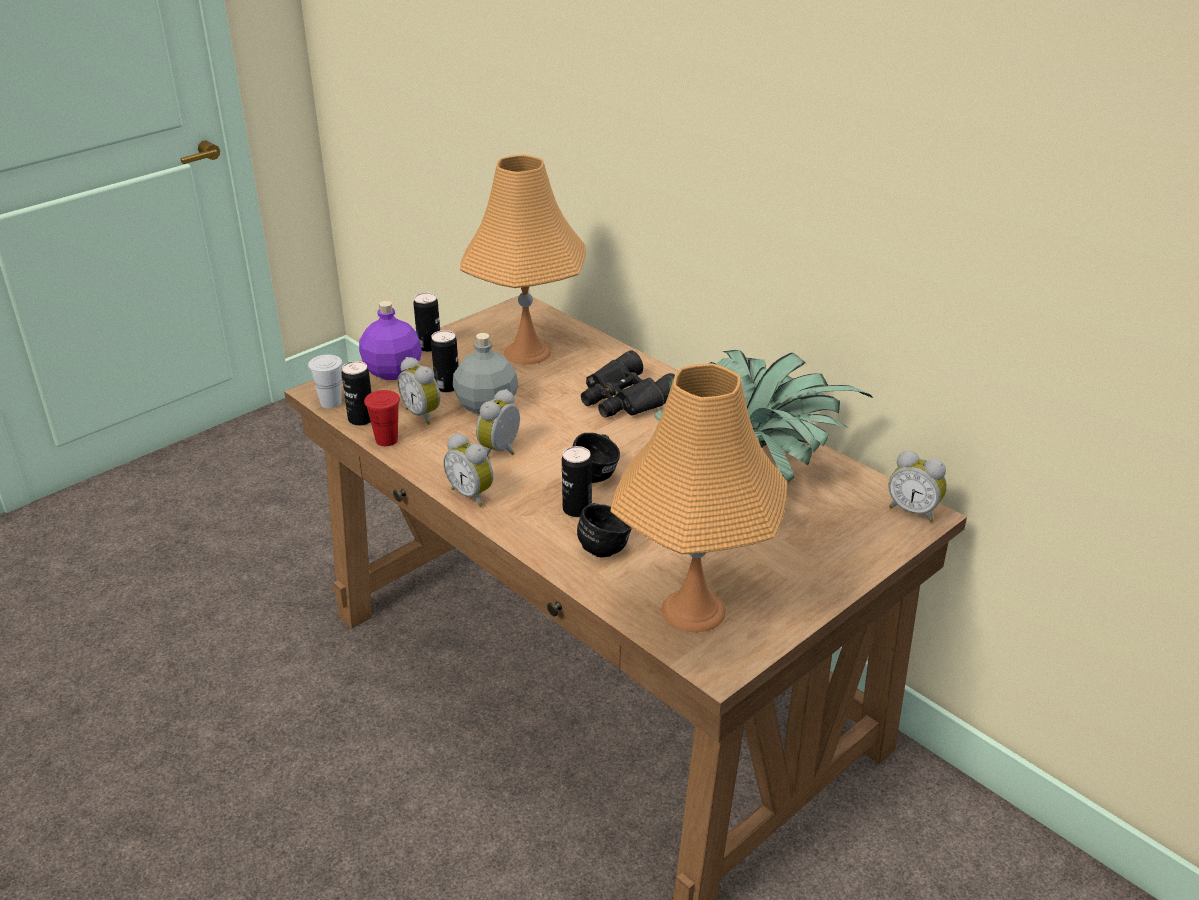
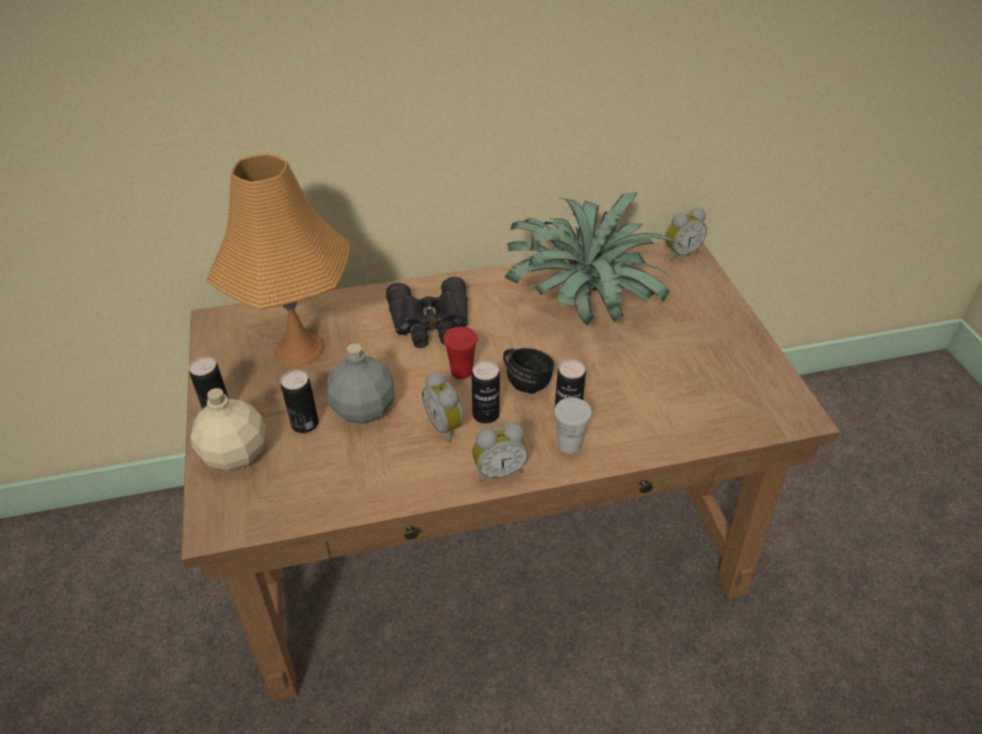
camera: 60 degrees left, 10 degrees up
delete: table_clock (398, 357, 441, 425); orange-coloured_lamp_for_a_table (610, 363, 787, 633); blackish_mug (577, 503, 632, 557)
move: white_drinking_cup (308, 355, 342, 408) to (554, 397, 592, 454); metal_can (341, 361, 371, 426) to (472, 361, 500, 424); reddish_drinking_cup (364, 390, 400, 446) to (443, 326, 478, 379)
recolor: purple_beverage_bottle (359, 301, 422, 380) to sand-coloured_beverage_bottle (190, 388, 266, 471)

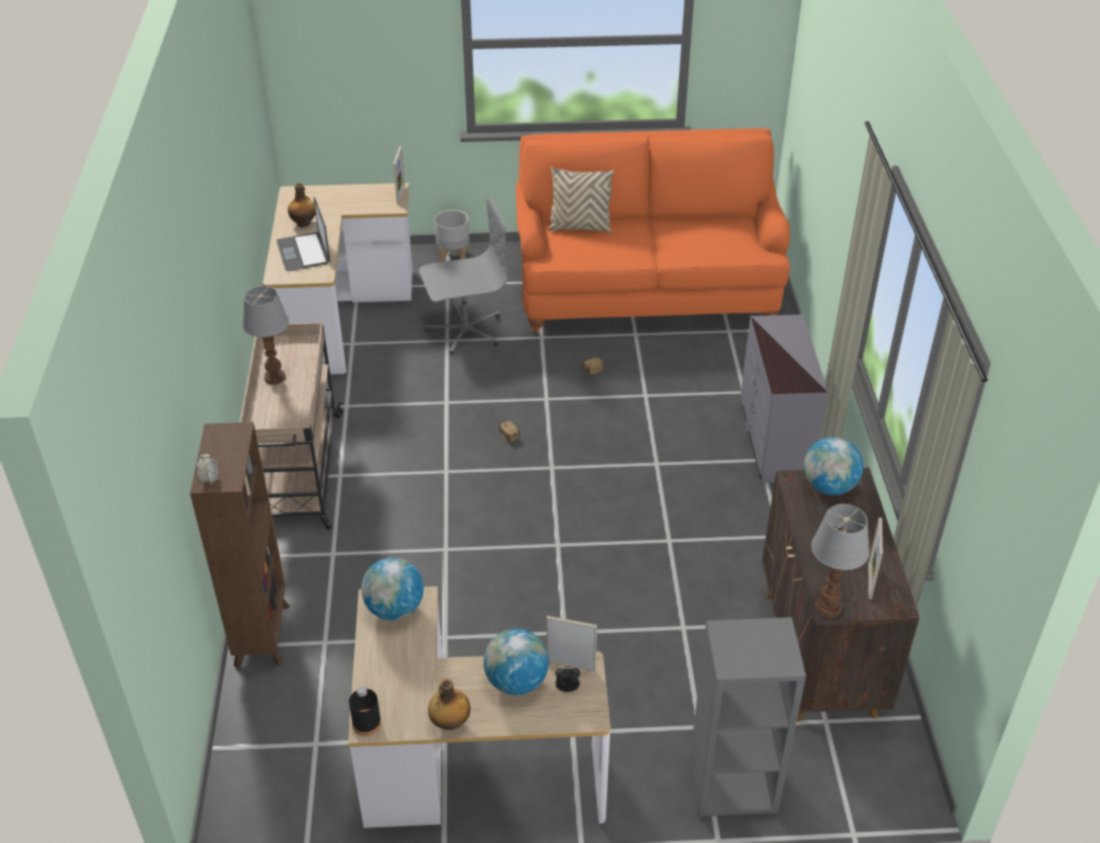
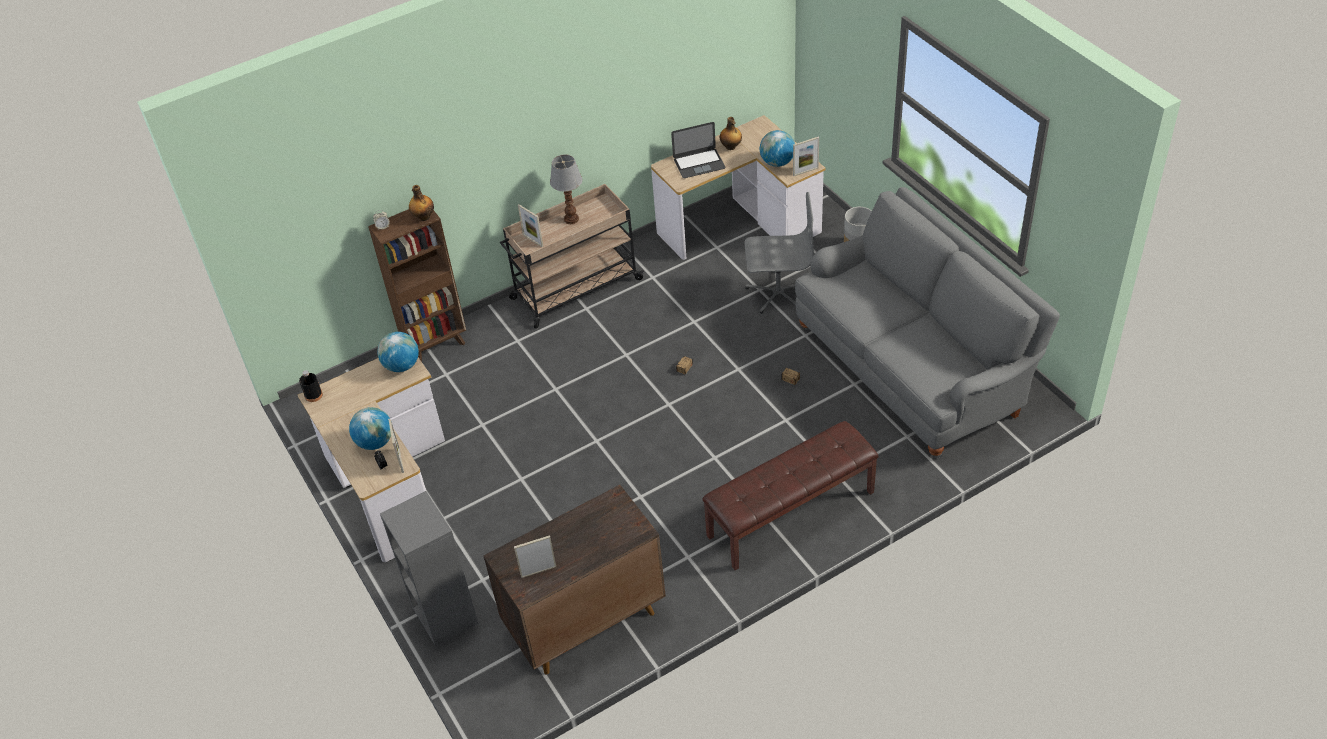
camera: 65 degrees right, 5 degrees up
delete: sand-coloured_pillow (548, 167, 614, 232); lamp_for_a_table (811, 504, 870, 617)
insert: photo_frame (518, 204, 543, 247)
move: world_globe (804, 437, 863, 495) to (760, 130, 795, 167); beverage_bottle (428, 679, 471, 730) to (409, 185, 434, 221)
replace: grey_drawer_chest (741, 314, 828, 483) to brown-coloured_bench (702, 421, 879, 570)
recolor: orange-coloured_couch (516, 128, 790, 332) to grey_couch (795, 187, 1060, 458)
rotate: notebook_computer (277, 197, 330, 271) = (671, 122, 726, 178) 150 degrees counterclockwise; grey_computer_chair (419, 198, 509, 355) = (744, 192, 814, 314) 45 degrees counterclockwise

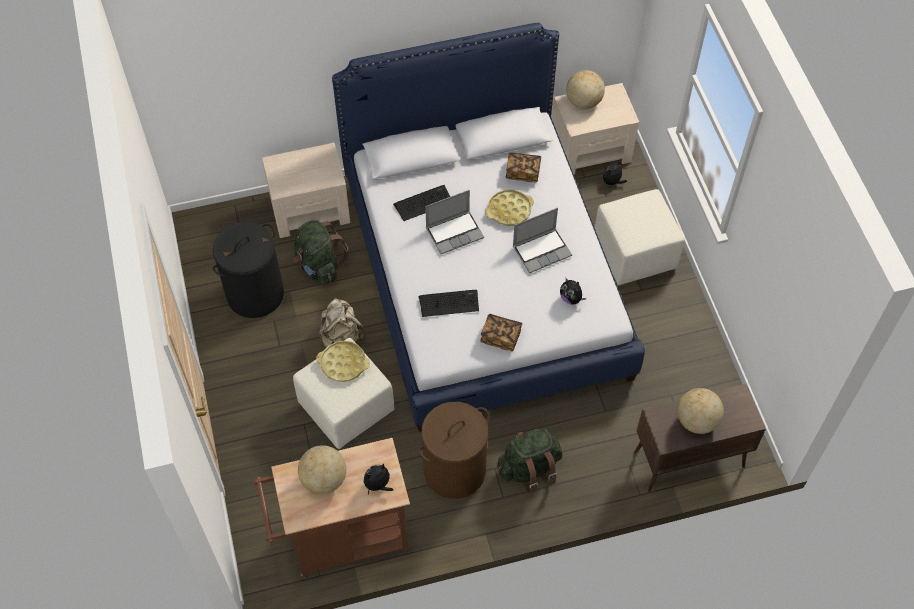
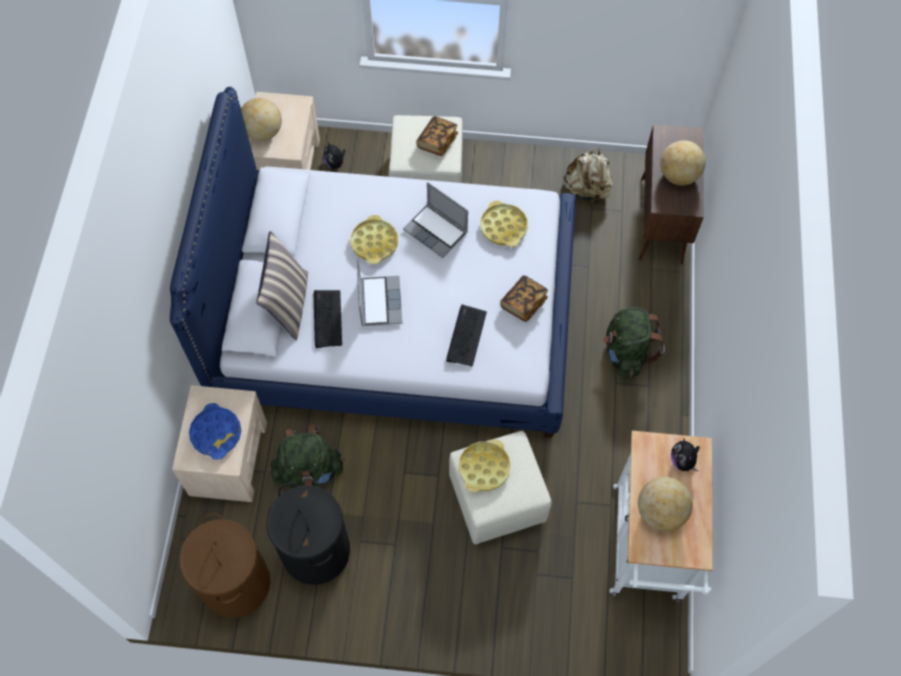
camera: 70 degrees left, 5 degrees up
insert: pillow (256, 231, 308, 340); bluish_tray (189, 403, 241, 460)
move: book (506, 152, 541, 182) to (416, 116, 458, 156); sand-coloured_knapsack (319, 298, 365, 347) to (564, 148, 613, 203); brown-coloured_laundry_basket (420, 402, 490, 499) to (179, 513, 271, 618)
replace: soft_toy (560, 278, 586, 304) to yellow_tray (480, 201, 528, 247)
recolor: brown-coloured_wheeled_cart (254, 438, 410, 578) to white_wheeled_cart (609, 431, 713, 603)
rotate: notebook_computer (513, 208, 572, 273) = (403, 182, 468, 258) 135 degrees clockwise

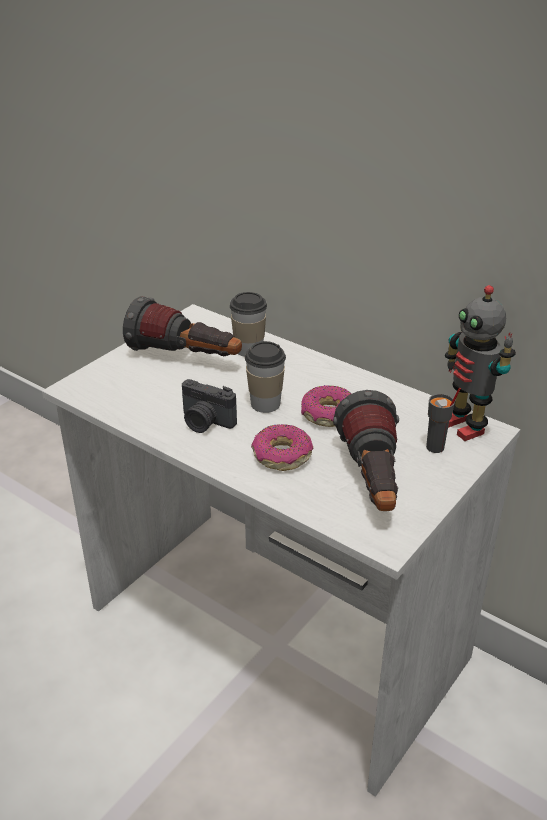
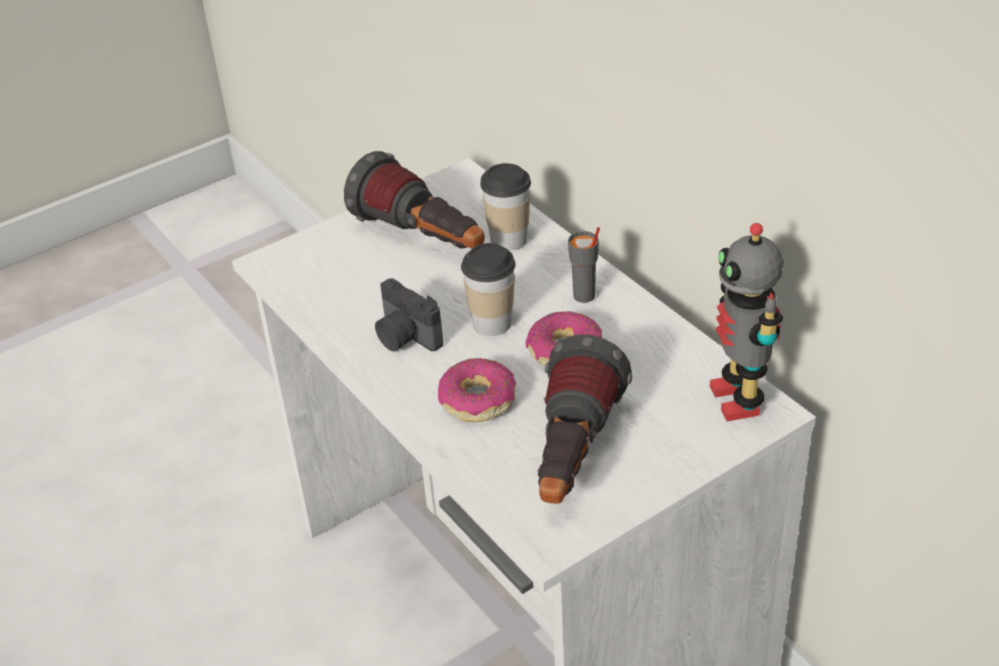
camera: 20 degrees right, 5 degrees up
move: grey_drinking_cup (426, 388, 461, 453) to (568, 227, 600, 303)

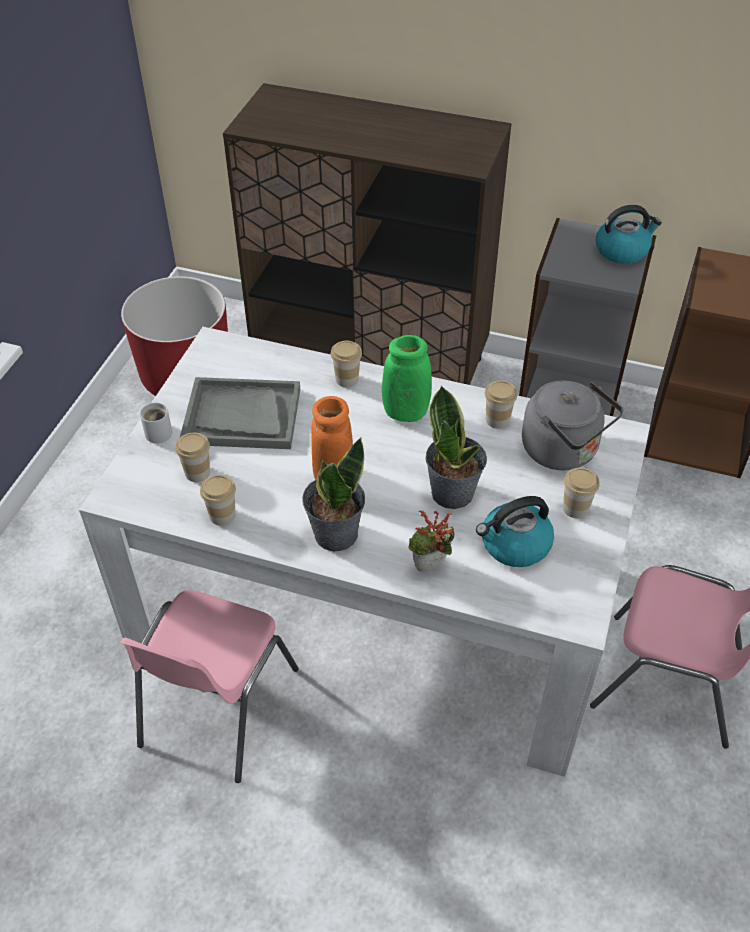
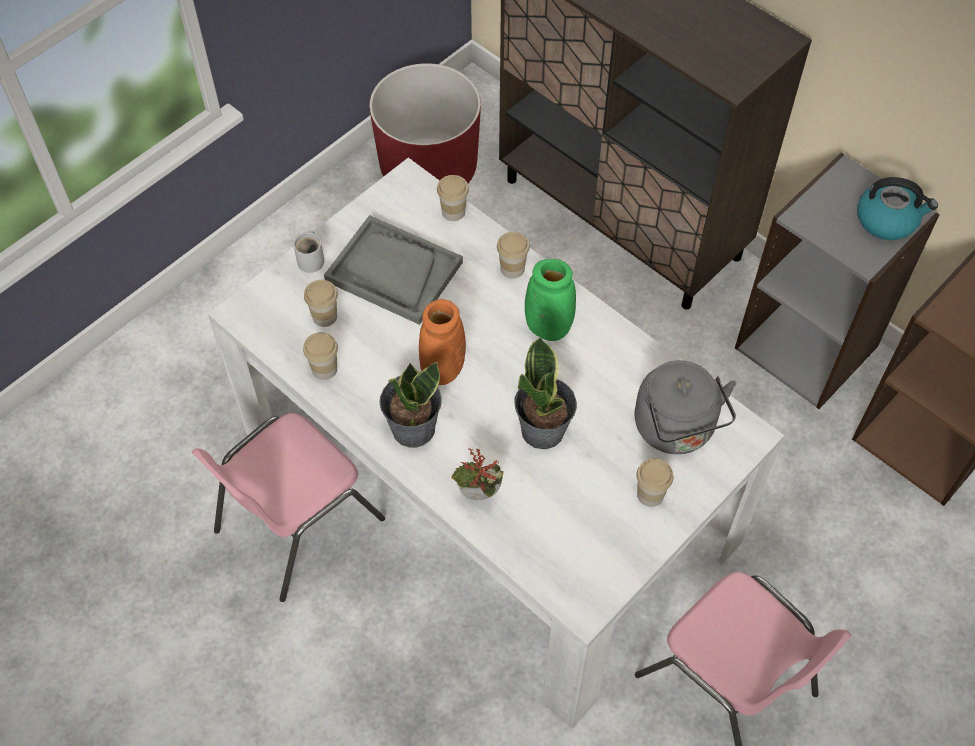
camera: 25 degrees right, 10 degrees up
delete: tea_kettle (476, 496, 554, 567)
move: drinking_cup (485, 381, 517, 429) to (437, 175, 469, 221)

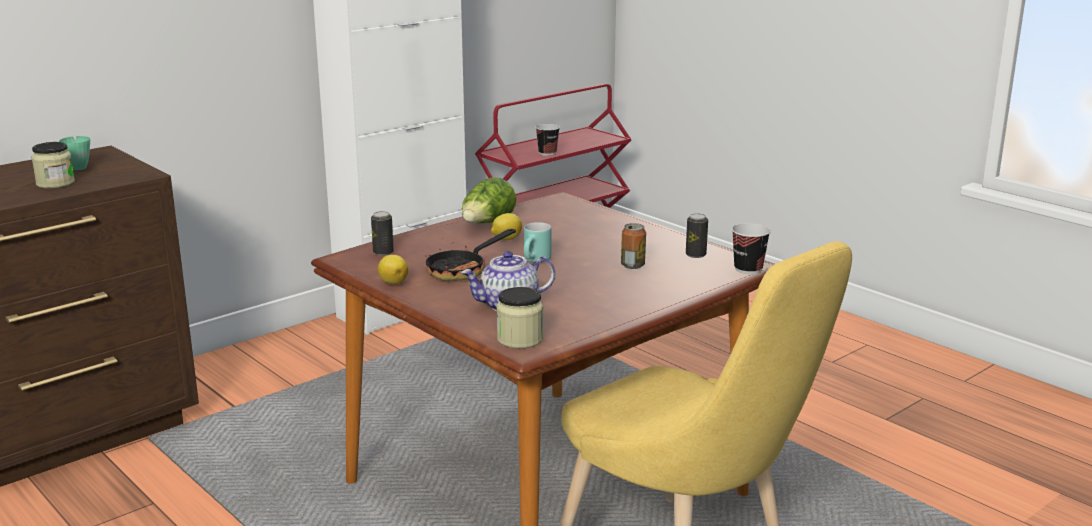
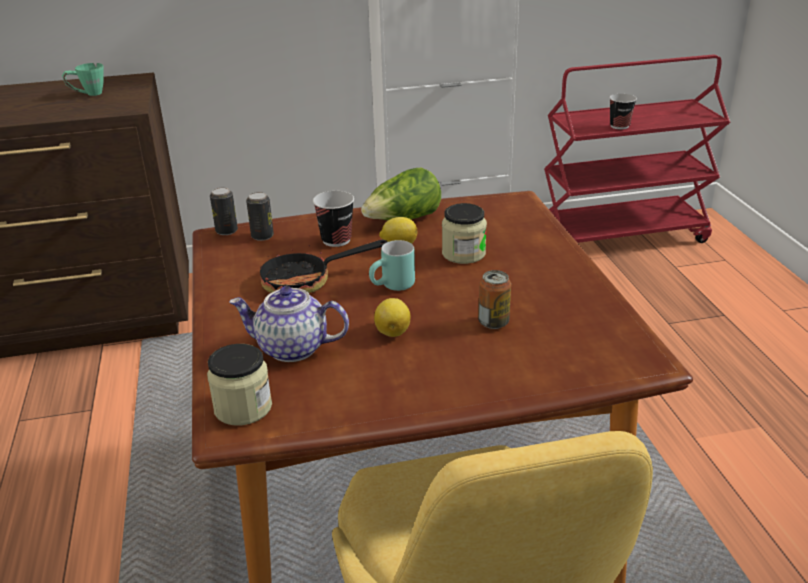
camera: 30 degrees right, 10 degrees up
move: storage_jar (31, 142, 75, 188) to (442, 203, 487, 264); metal_can (686, 213, 708, 258) to (210, 187, 238, 235); drinking_cup (732, 223, 771, 274) to (313, 191, 354, 247); lemon (378, 255, 408, 284) to (374, 298, 411, 337)

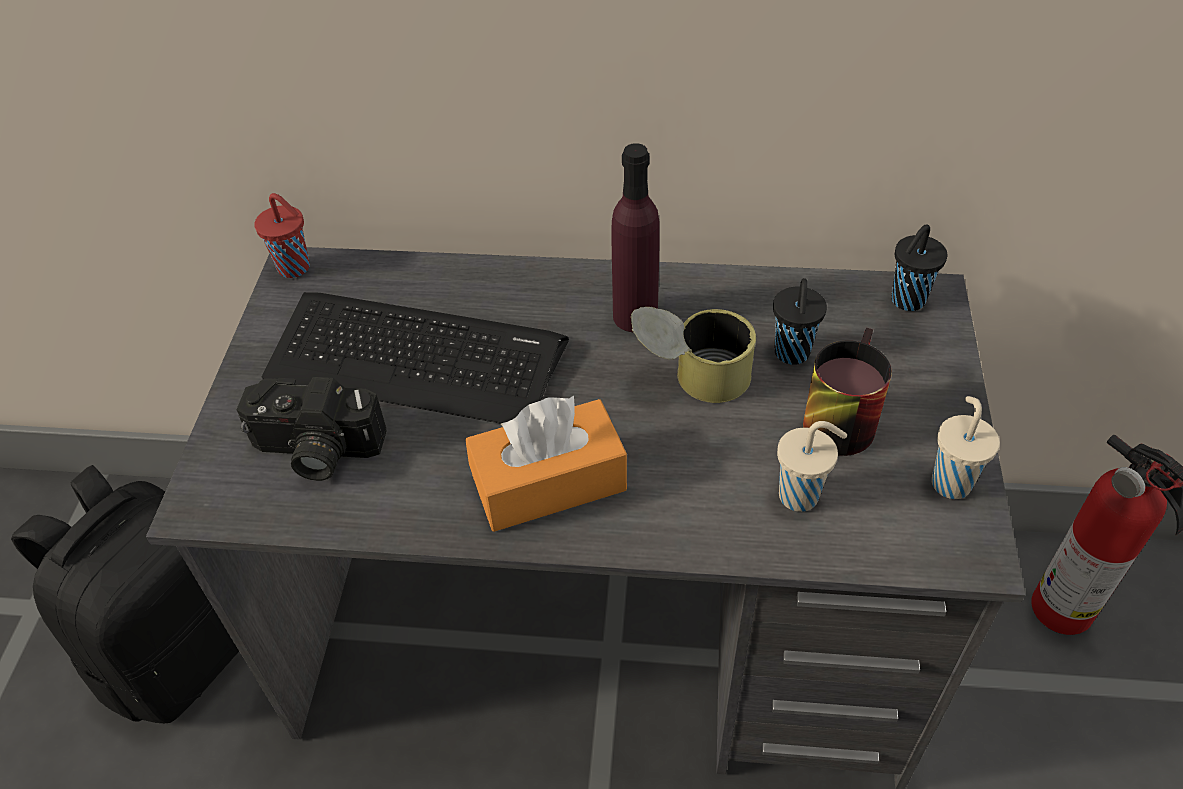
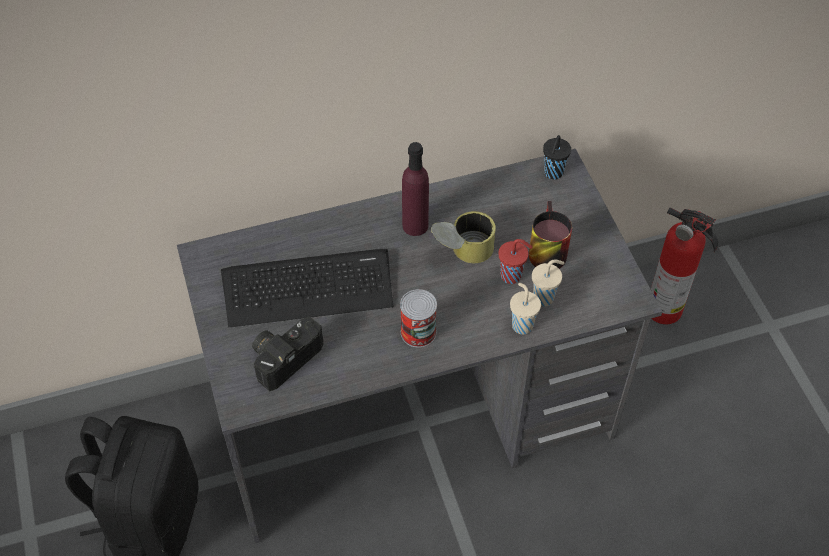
camera: 25 degrees left, 5 degrees up
delete: blackish_drinking_cup (773, 278, 827, 365)
move: reddish_drinking_cup (254, 193, 310, 278) to (498, 239, 533, 284); sand-coloured_drinking_cup (931, 396, 1000, 499) to (510, 283, 541, 334)
replace: orange-coloured_tissue_holder (465, 396, 627, 532) to metal_can (400, 289, 437, 348)
rotate: still_camera (237, 377, 387, 481) = (252, 316, 323, 391) 150 degrees clockwise

